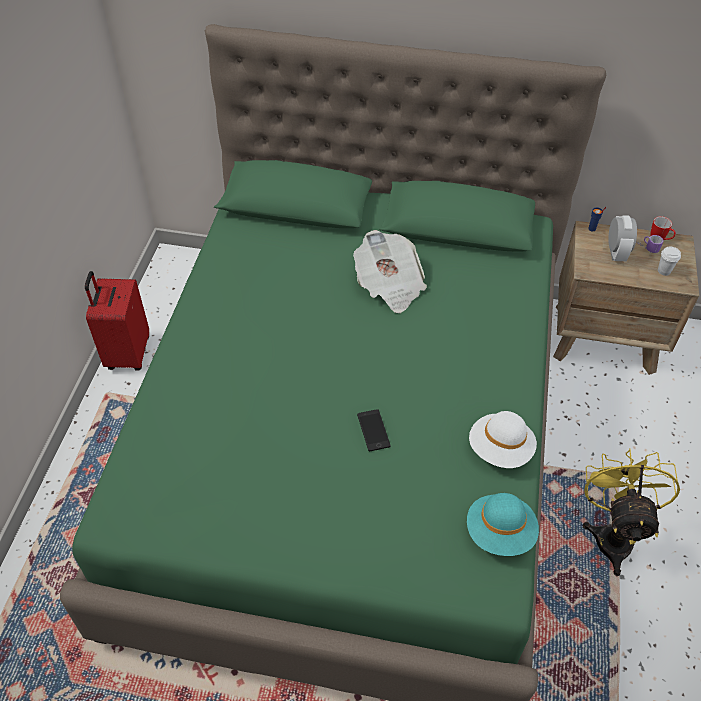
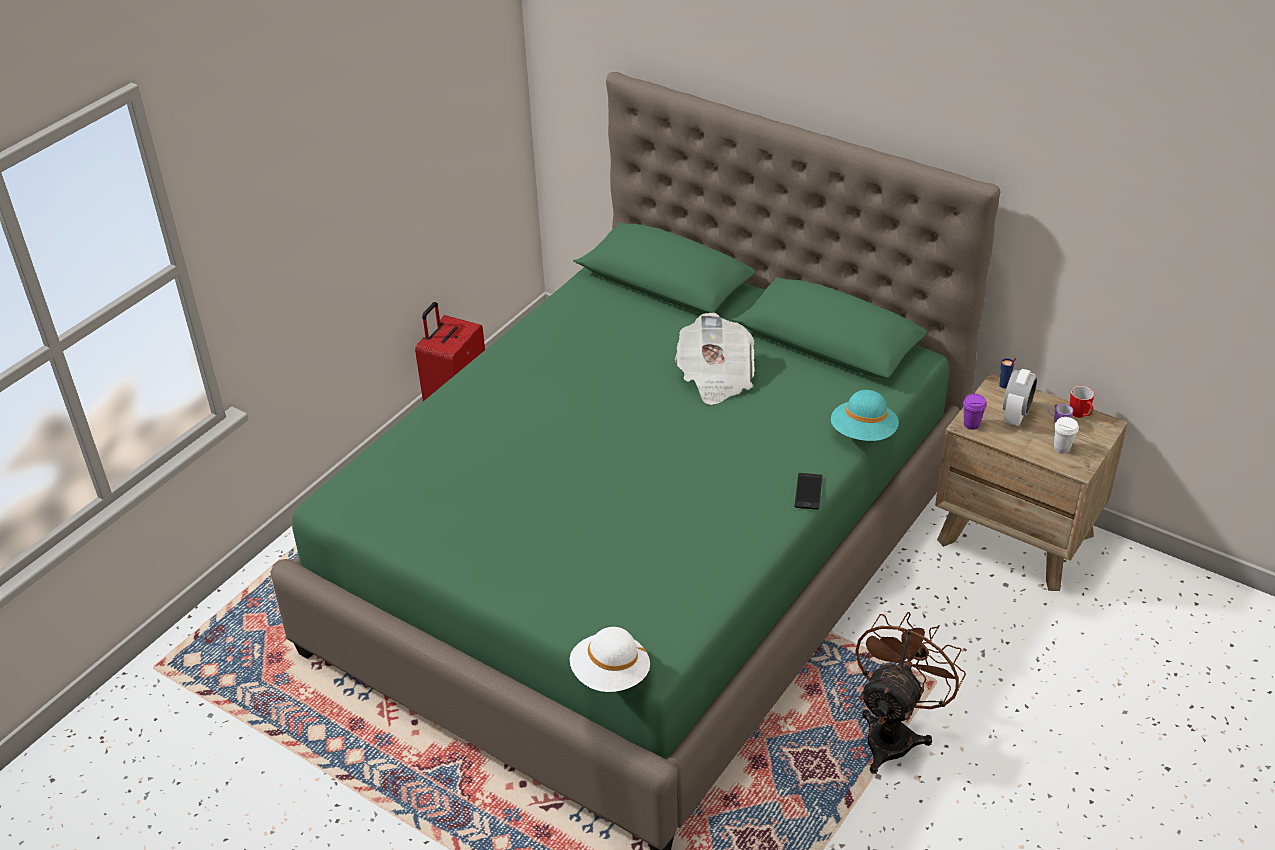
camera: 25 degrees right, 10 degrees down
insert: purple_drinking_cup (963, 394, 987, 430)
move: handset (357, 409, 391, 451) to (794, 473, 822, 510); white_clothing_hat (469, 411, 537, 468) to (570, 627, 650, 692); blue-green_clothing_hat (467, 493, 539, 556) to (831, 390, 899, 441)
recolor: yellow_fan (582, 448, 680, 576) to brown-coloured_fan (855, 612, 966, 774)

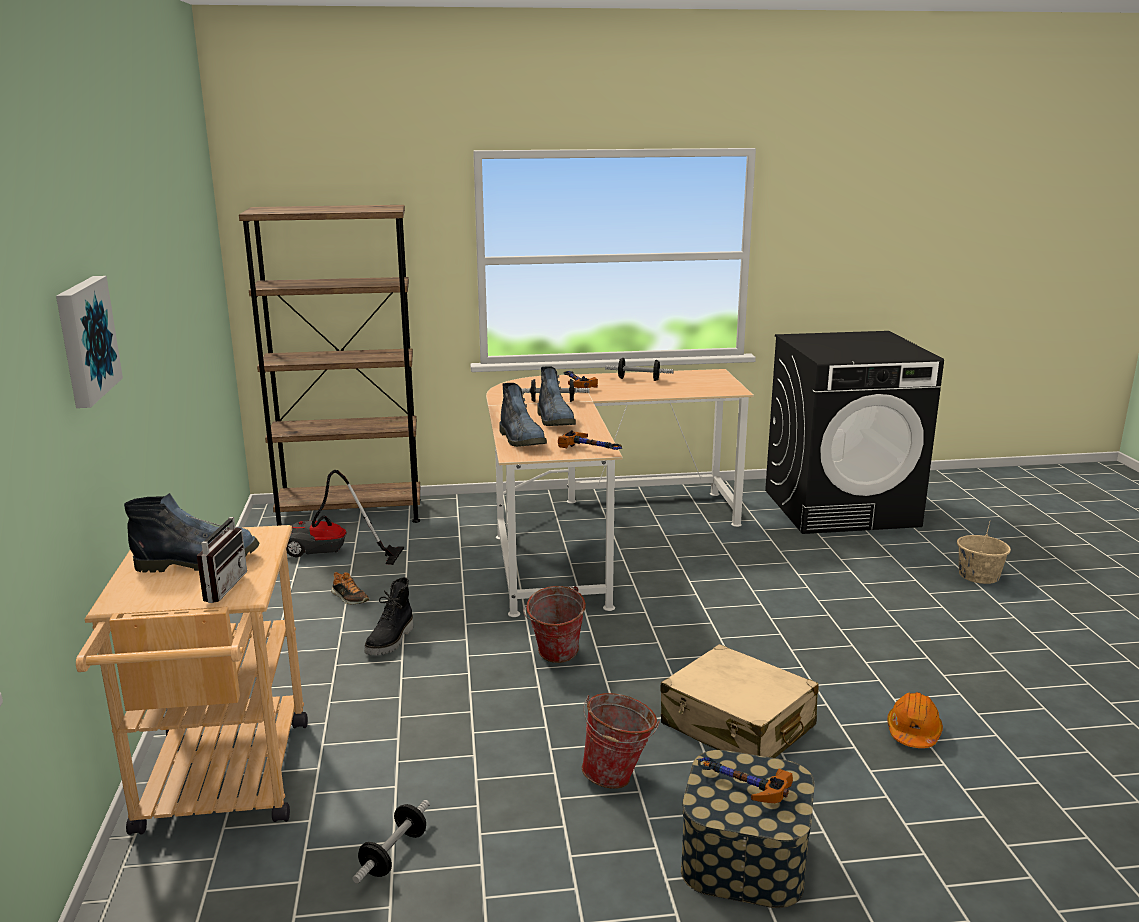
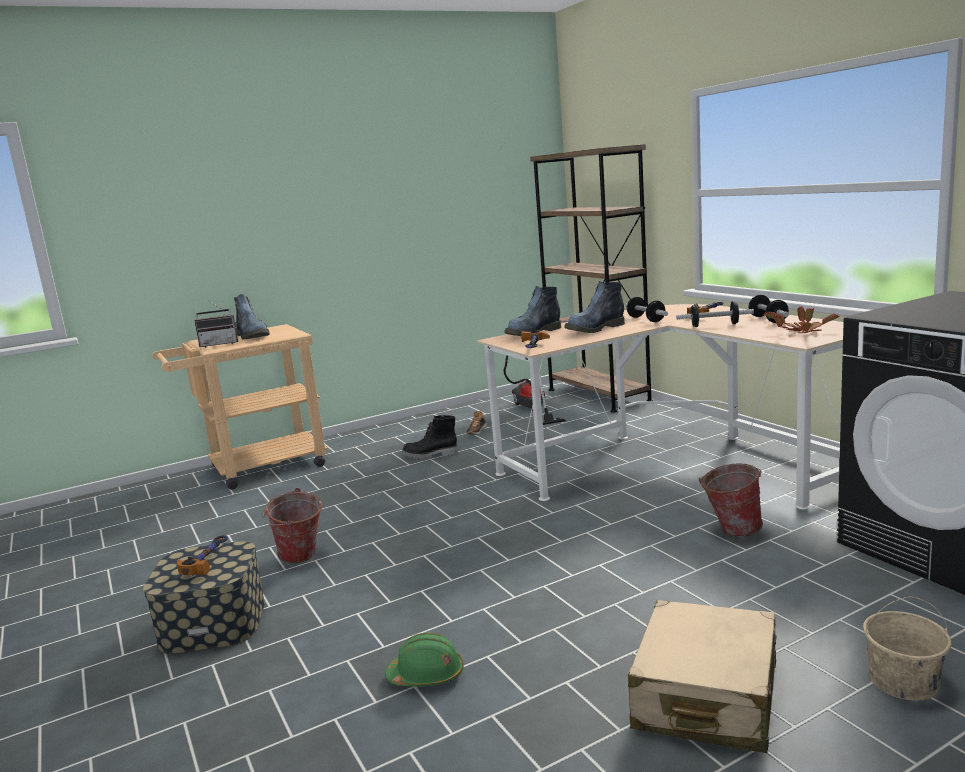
camera: 70 degrees right, 5 degrees down
delete: wall_art (56, 276, 123, 408)
insert: houseplant (763, 306, 840, 333)
move: water_bucket (523, 586, 586, 663) to (699, 463, 763, 537); sand-coloured_suitcase (661, 644, 819, 758) to (628, 600, 777, 753); dumbbell (352, 800, 430, 884) to (676, 301, 754, 327)
recolor: orange-coloured_safety_helmet (887, 692, 943, 748) to green-coloured_safety_helmet (385, 632, 464, 687)

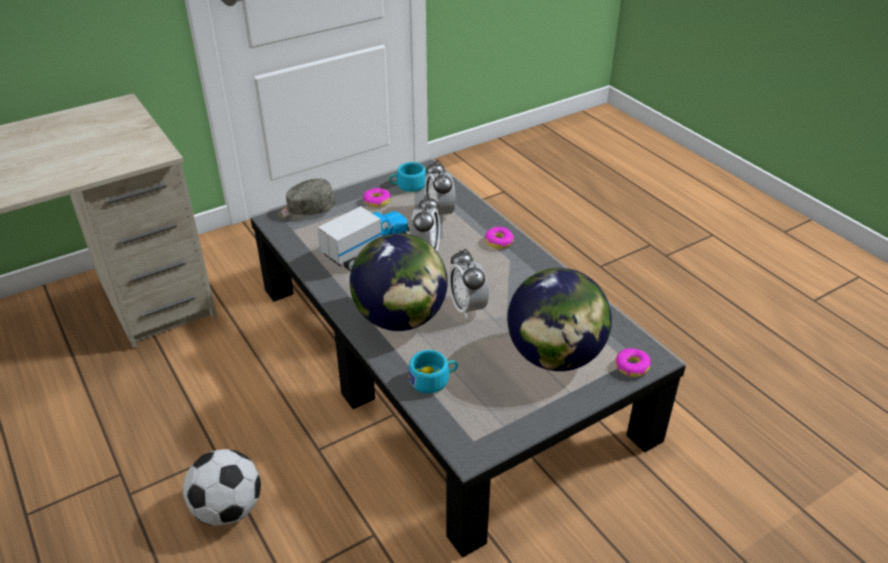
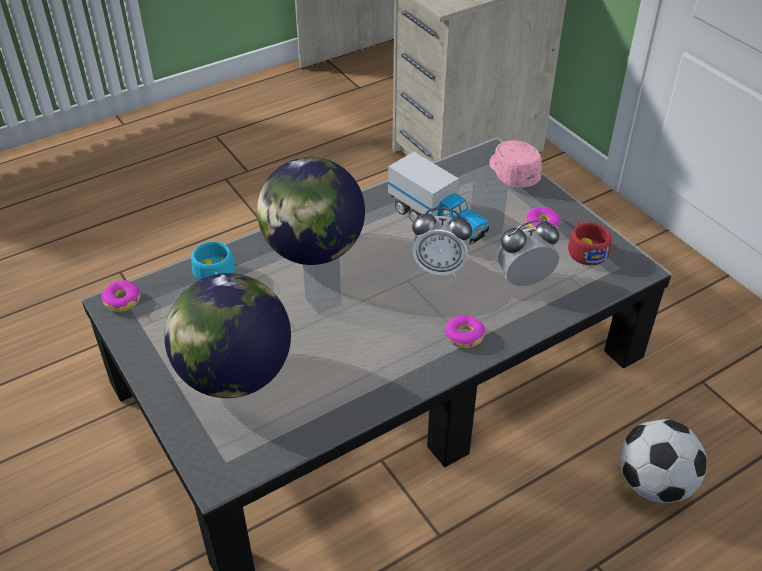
camera: 90 degrees right, 5 degrees up
delete: table_clock (449, 249, 489, 319)
move: donut (615, 348, 651, 377) to (102, 280, 140, 312); football_ball (183, 449, 261, 526) to (620, 419, 707, 503)
recolor: blue-green_drinking_cup (389, 162, 426, 192) to reddish_drinking_cup (568, 221, 612, 265); grey_baseball_cap (278, 178, 335, 221) to pink-coloured_baseball_cap (490, 140, 542, 187)

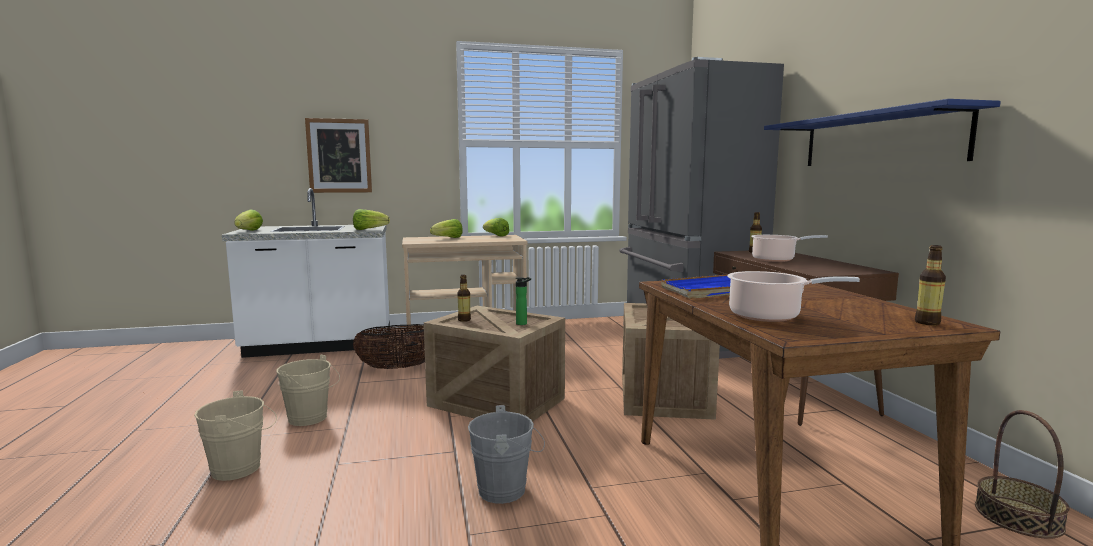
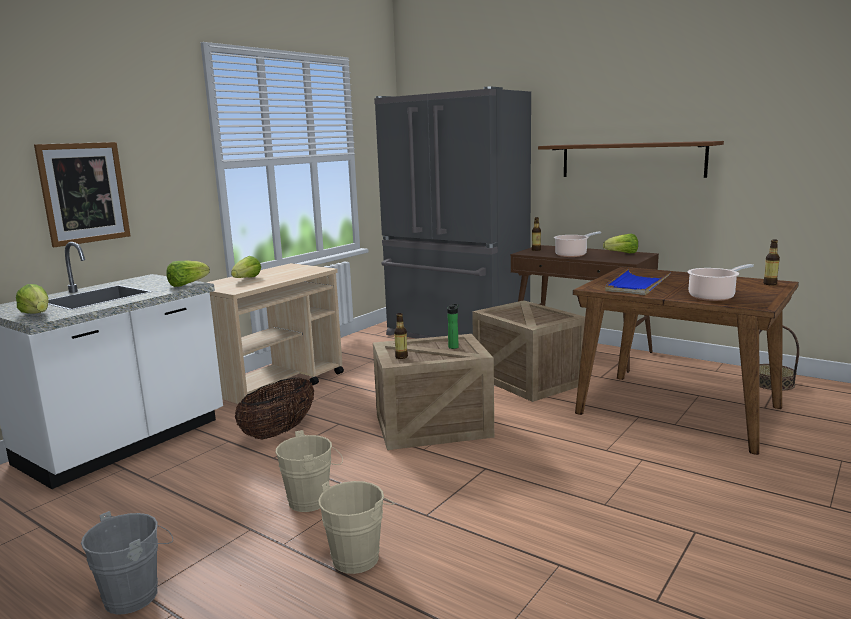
camera: 40 degrees left, 5 degrees up
move: lettuce_head (483, 218, 509, 237) to (603, 234, 638, 253); grey_water_bucket (468, 405, 545, 504) to (81, 511, 173, 615)
recolor: bluish_shelf (764, 99, 1001, 166) to brown-coloured_shelf (538, 141, 724, 178)

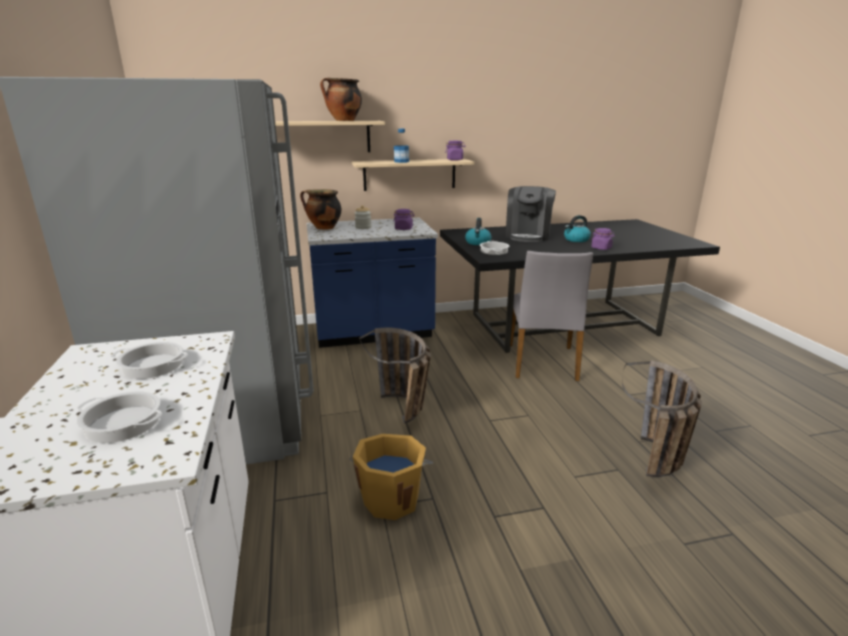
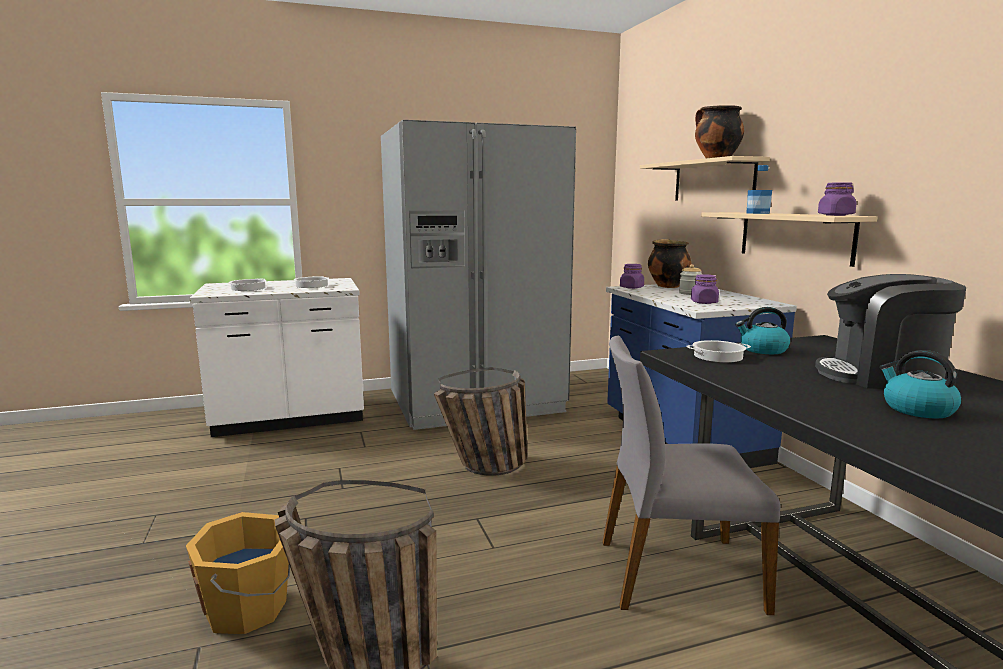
camera: 85 degrees right, 10 degrees down
move: purple_storage_jar (591, 228, 615, 250) to (620, 264, 644, 289); orange-coloured_water_bucket (350, 434, 433, 520) to (186, 512, 290, 634)

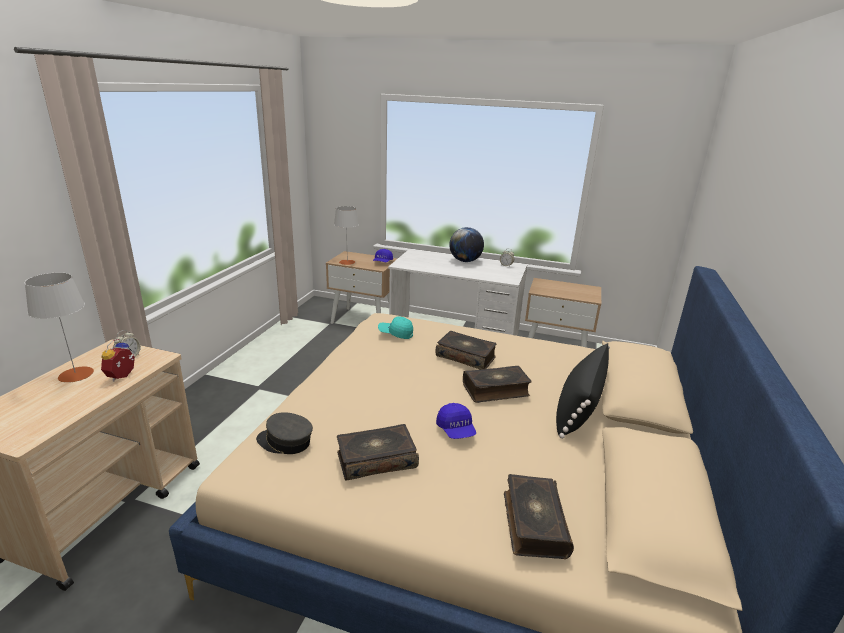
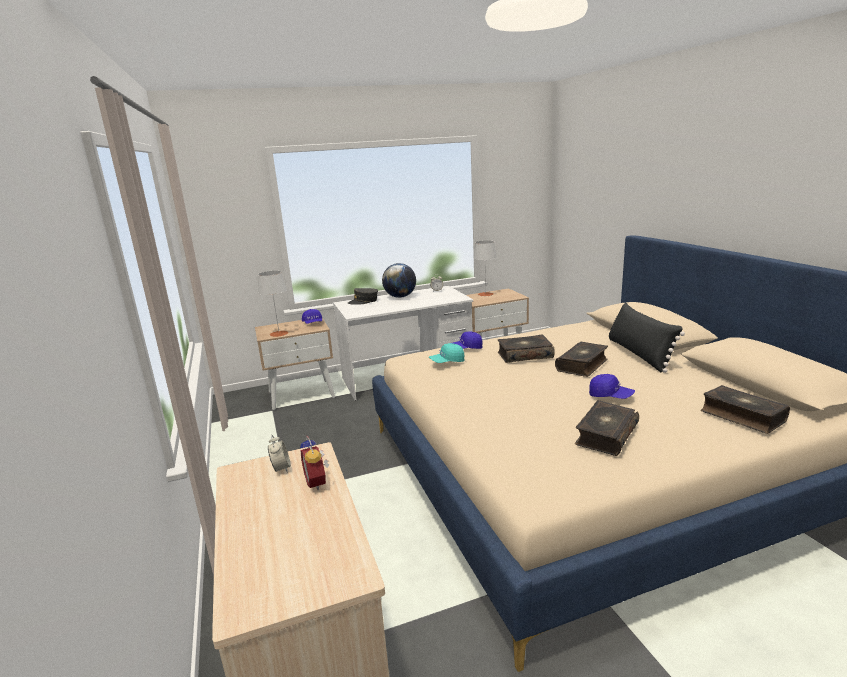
camera: 35 degrees left, 5 degrees down
insert: bluish_baseball_cap (453, 332, 483, 349)
move: grey_lamp_for_a_table (25, 272, 94, 383) to (473, 240, 497, 297); grey_baseball_cap (256, 412, 313, 454) to (348, 288, 378, 305)

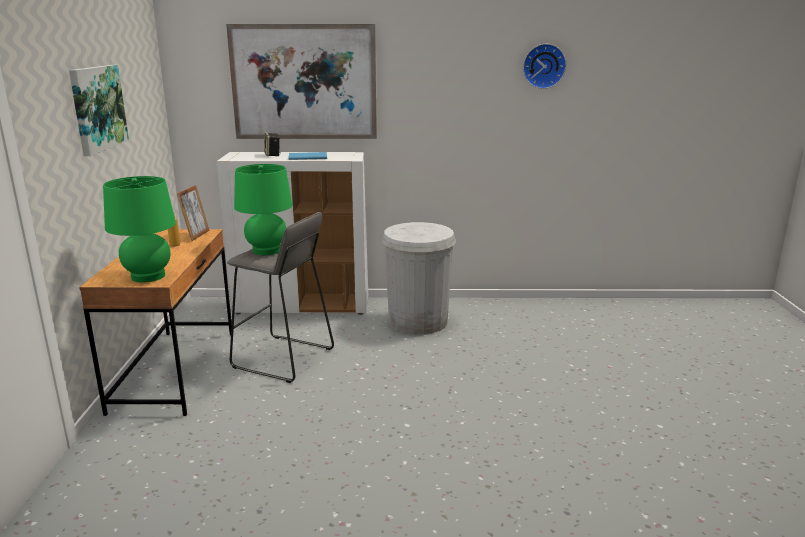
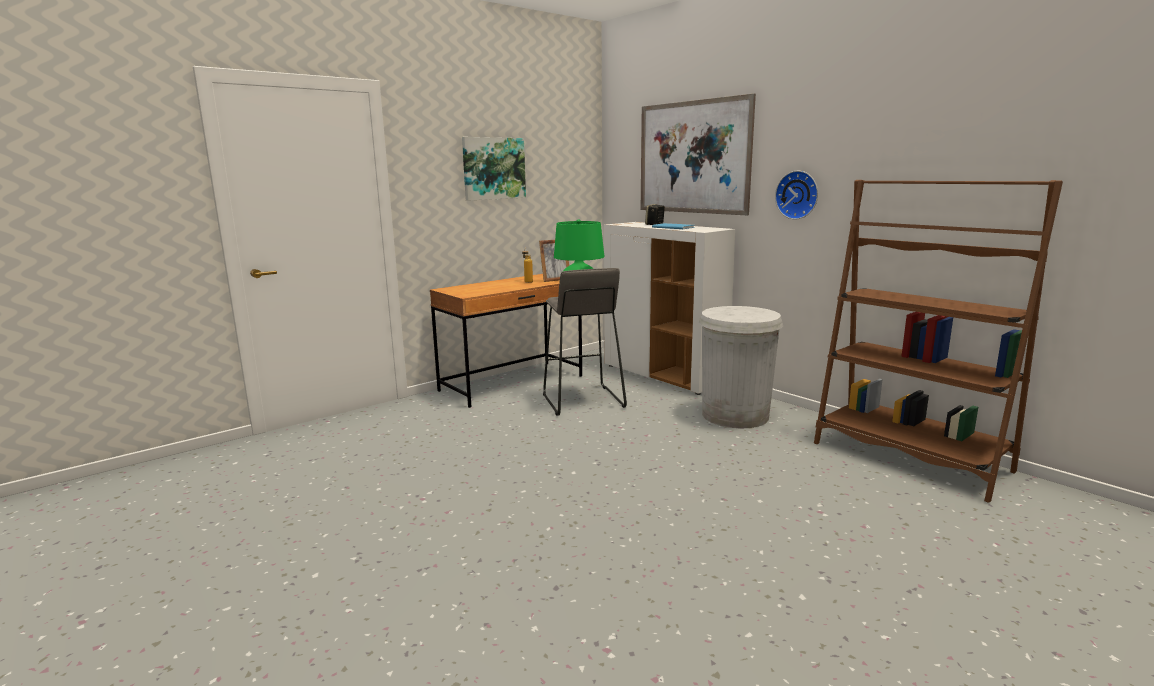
camera: 50 degrees right, 5 degrees down
delete: green-coloured_lamp_for_a_table (103, 176, 176, 282)
insert: brown-coloured_shelving_unit (814, 180, 1063, 503)
move: wall_clock (523, 44, 566, 89) to (775, 171, 818, 219)

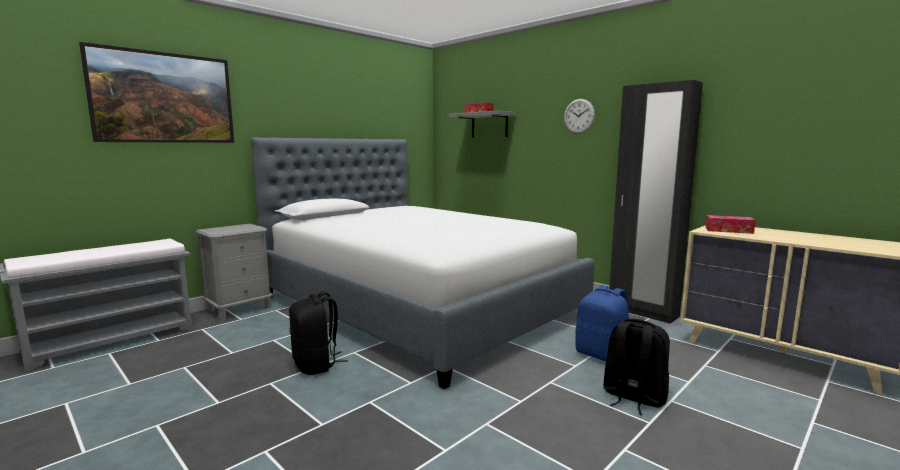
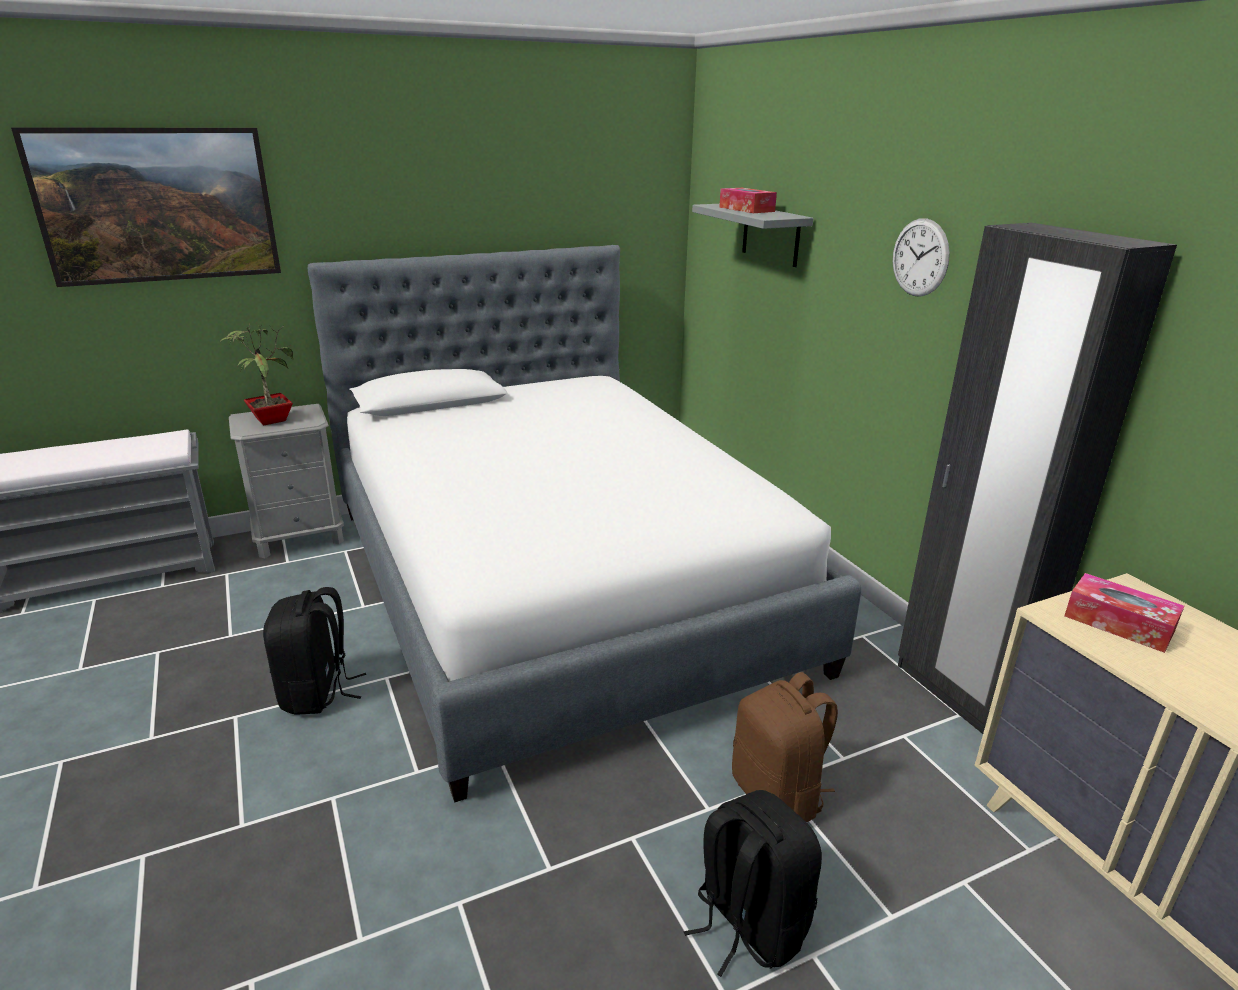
camera: 20 degrees right, 15 degrees up
insert: houseplant (220, 324, 293, 425)
recolor: bluish_knapsack (575, 285, 629, 362) to brown-coloured_knapsack (732, 672, 838, 822)

